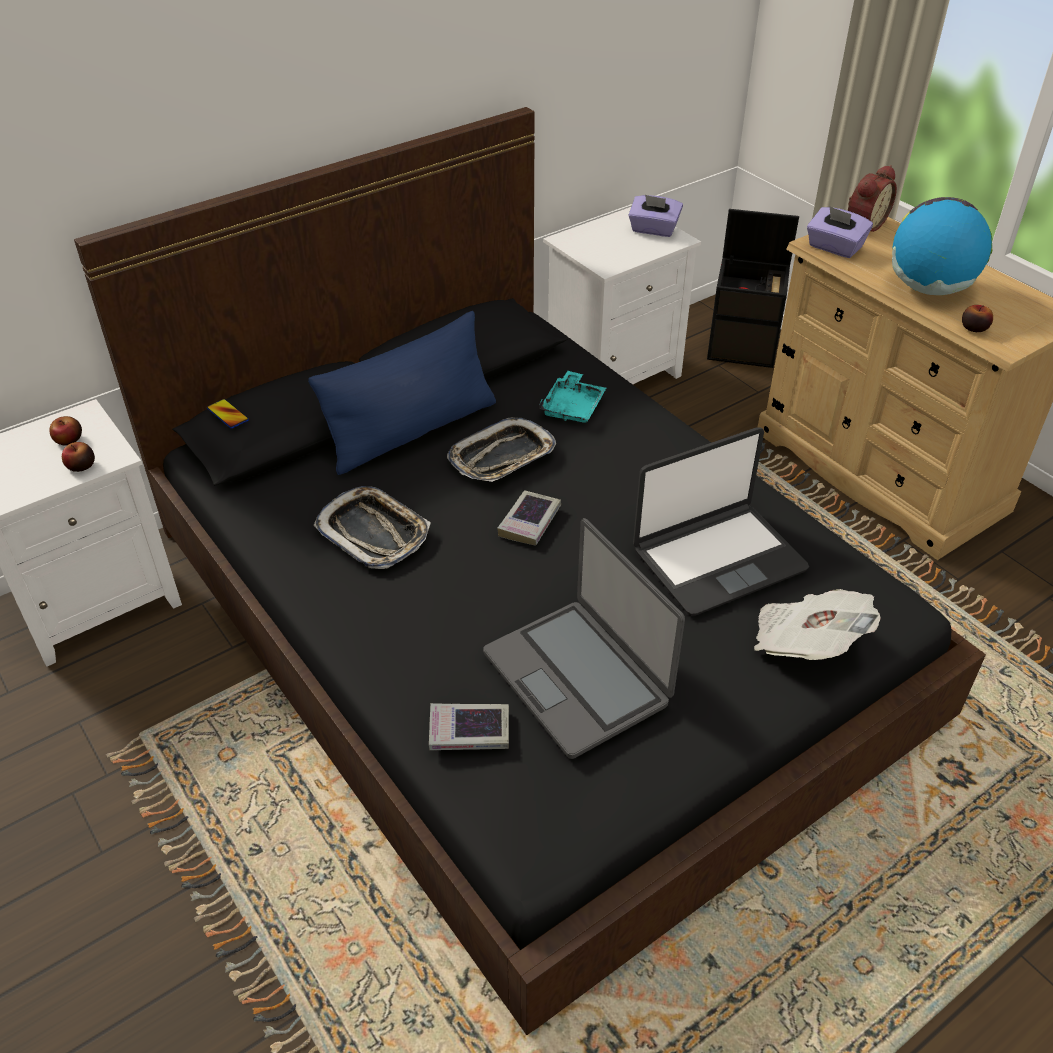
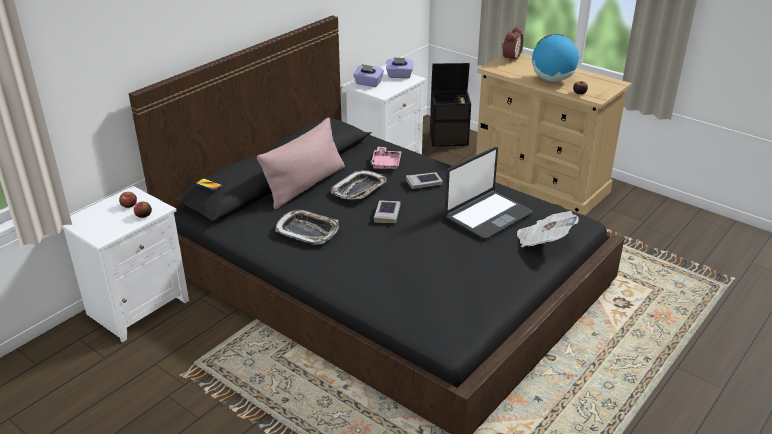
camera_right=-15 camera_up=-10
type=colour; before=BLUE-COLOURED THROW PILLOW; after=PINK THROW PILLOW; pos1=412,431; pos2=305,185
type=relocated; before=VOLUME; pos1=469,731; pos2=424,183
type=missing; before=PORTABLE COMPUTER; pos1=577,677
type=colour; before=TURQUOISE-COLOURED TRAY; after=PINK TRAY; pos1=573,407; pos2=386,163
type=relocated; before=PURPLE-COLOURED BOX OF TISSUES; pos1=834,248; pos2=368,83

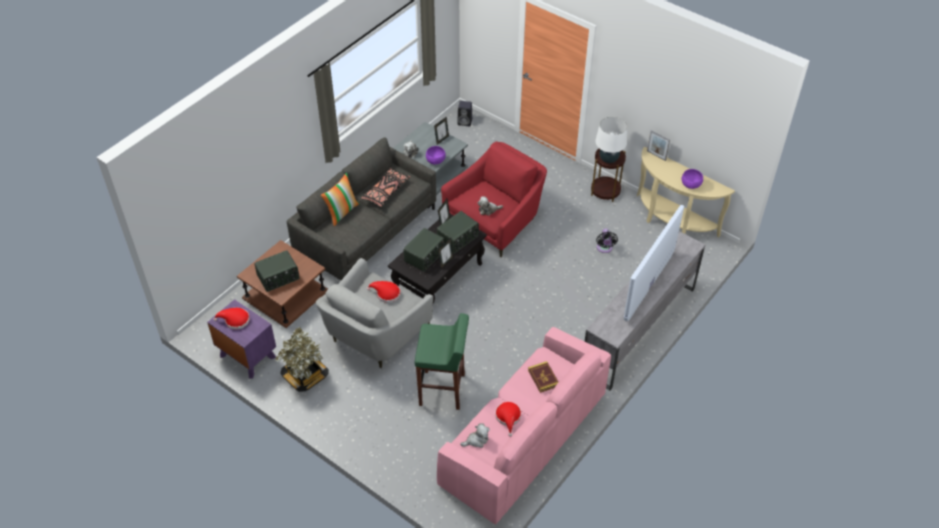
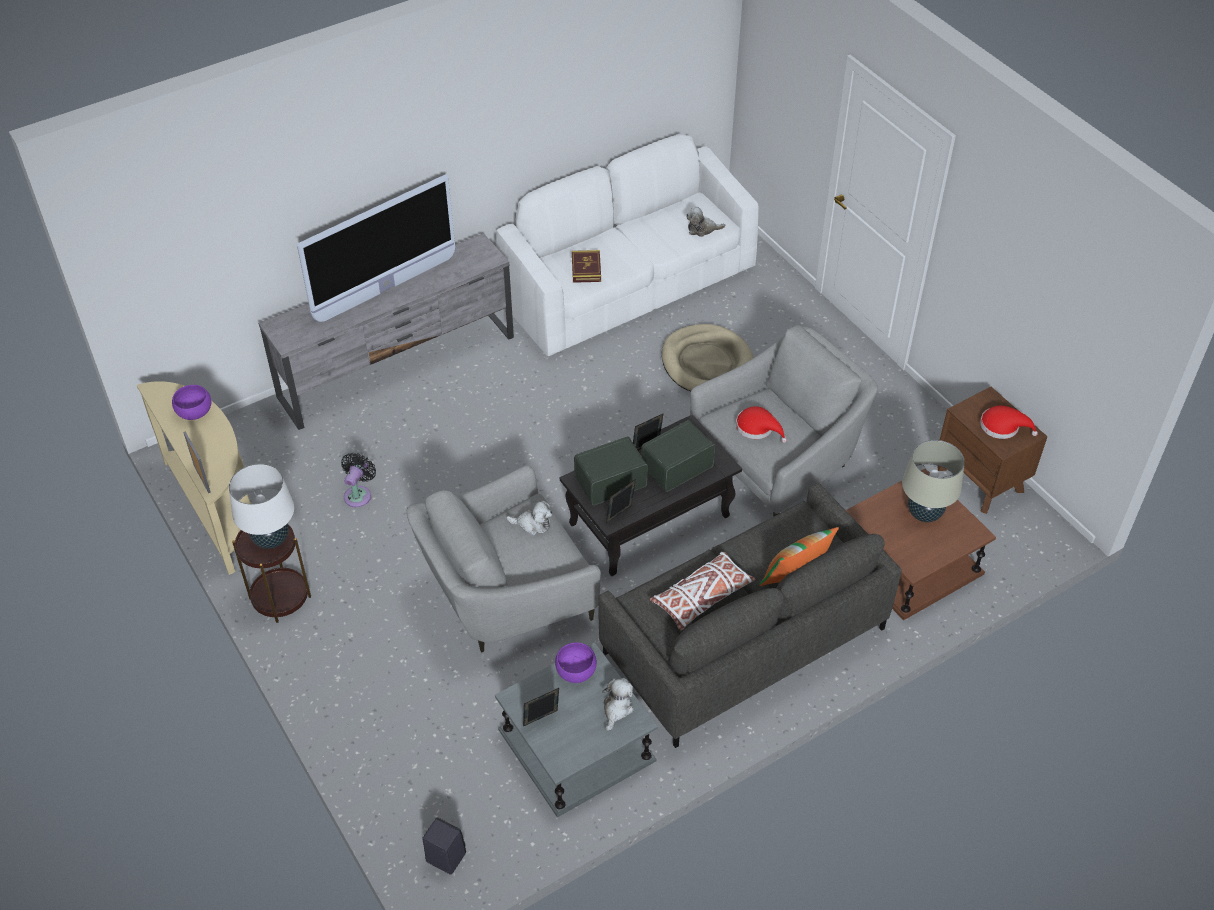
camera_right=-160 camera_up=0
type=colour; before=PURPLE-COLOURED NIGHT TABLE; after=BROWN NIGHT TABLE; pos1=247,356; pos2=981,479
type=exchanged; before=RADIO RECEIVER; after=BEIGE-COLOURED TABLETOP LAMP; pos1=278,278; pos2=924,513
type=missing; before=PLANT IN A POT; pos1=305,376
type=colour; before=BLACK THROW PILLOW; after=WHITISH THROW PILLOW; pos1=386,192; pos2=702,596
type=exchanged; before=GREENISH STOOL SEAT; after=BEIGE-COLOURED PET BED; pos1=443,390; pos2=707,363
type=colour; before=PINK COUCH; after=WHITISH COUCH; pos1=523,439; pos2=629,287
type=colour; before=REDDISH ARMCHAIR; after=GRAY ARMCHAIR; pos1=495,221; pos2=506,595
type=missing; before=REDDISH CLOTHING HAT; pos1=508,417

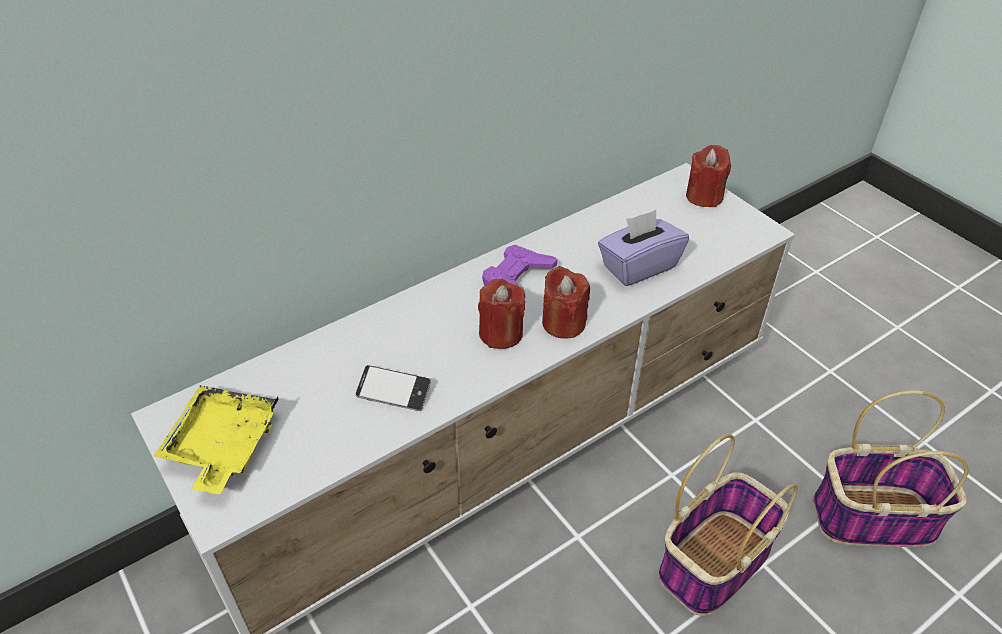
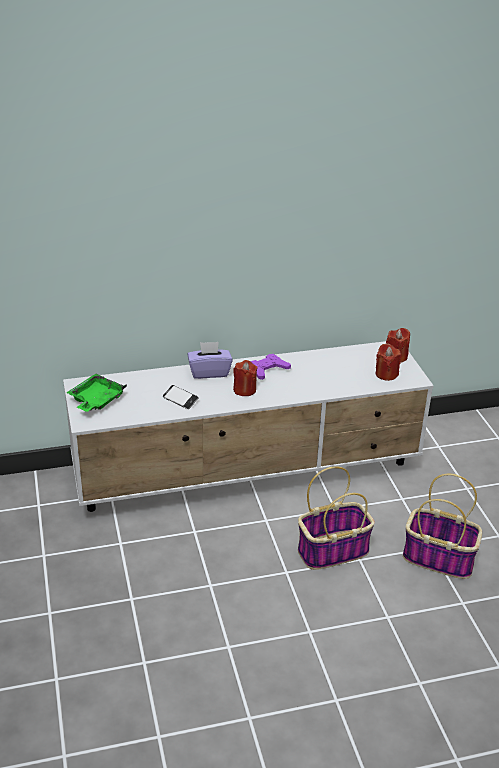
camera_right=20 camera_up=-10
type=colour; before=YELLOW-COLOURED TRAY; after=GREENISH TRAY; pos1=222,446; pos2=96,400
type=relocated; before=REDDISH WAX CANDLE; pos1=563,323; pos2=386,374
type=relocated; before=PURPLE-COLOURED BOX OF TISSUES; pos1=638,266; pos2=209,372

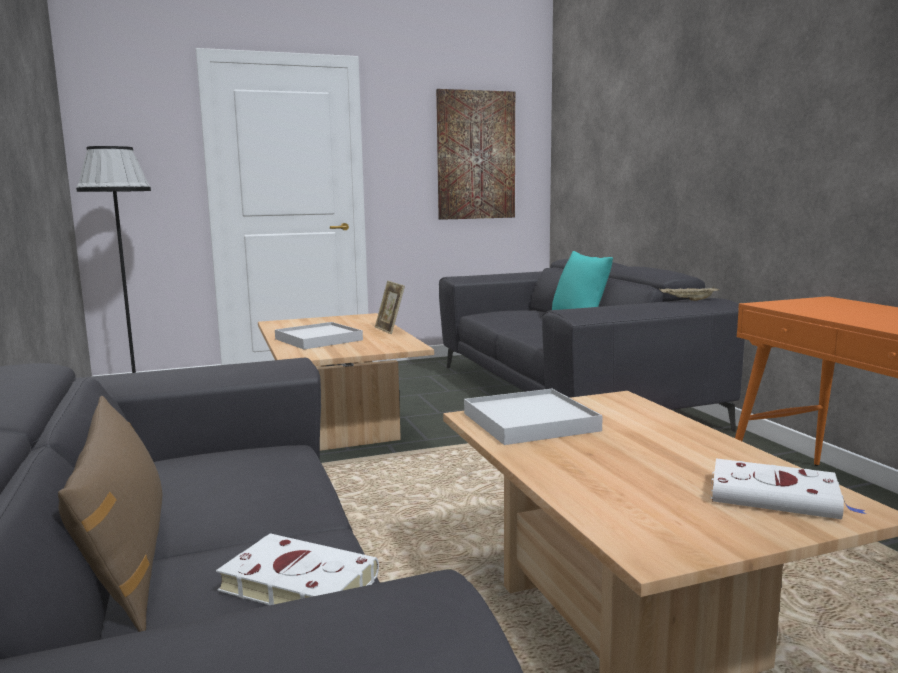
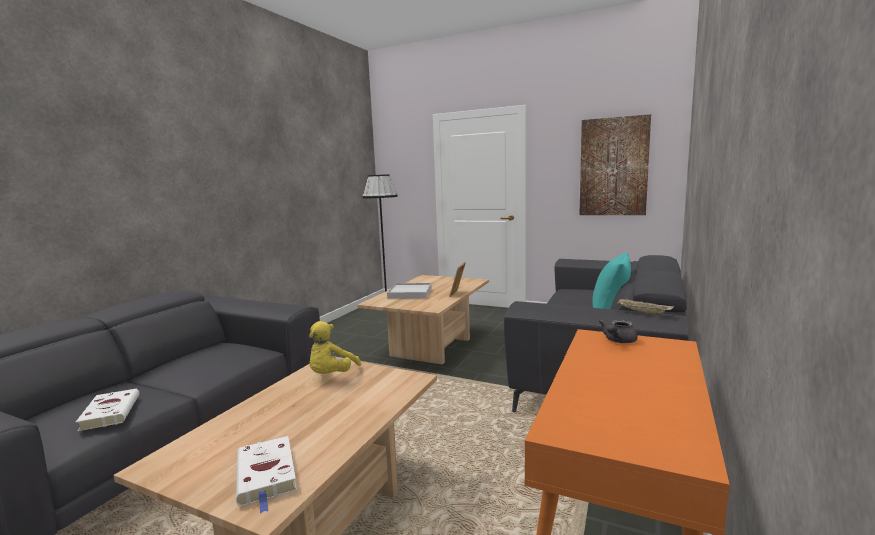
camera_right=45 camera_up=0
type=missing; before=BROWN THROW PILLOW; pos1=125,558
type=exchanged; before=WHITISH TRAY; after=YELLOW-COLOURED SOFT TOY; pos1=530,422; pos2=331,376
type=appeared; after=GRAY TEA POT; pos2=618,341

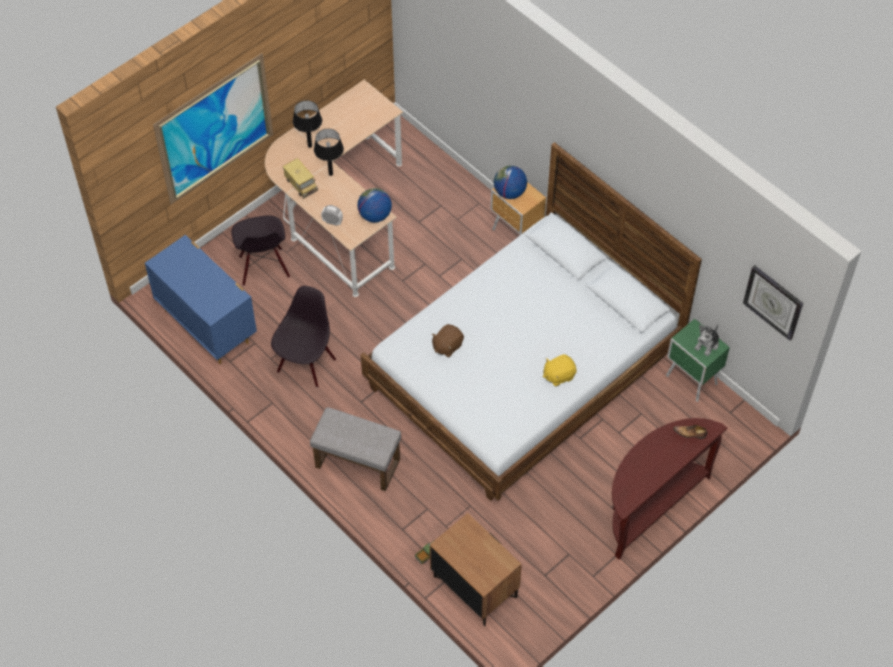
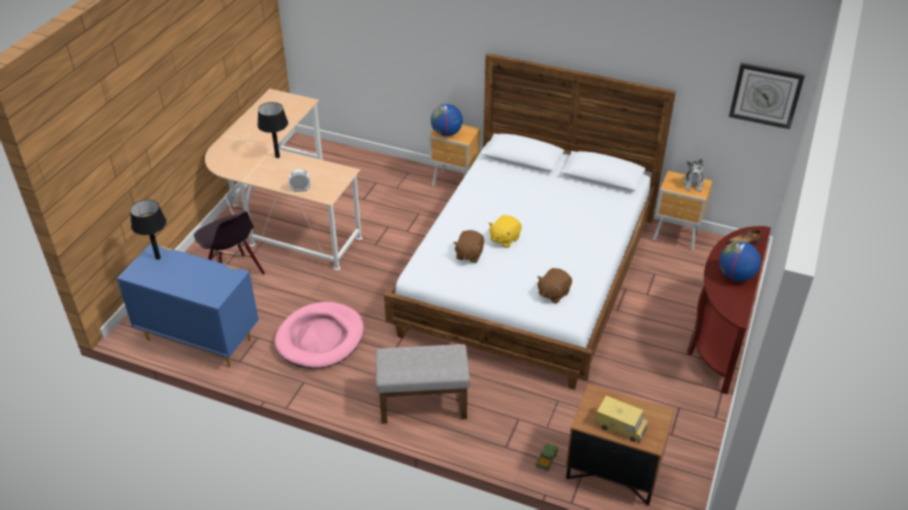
camera_right=-25 camera_up=-15
type=missing; before=WALL ART; pos1=215,129
type=exchanged; before=BLACK UPRIGHT CHAIR; after=PINK PET BED; pos1=306,364; pos2=320,338
type=relocated; before=TOY TRUCK; pos1=301,183; pos2=621,426
type=relocated; before=BLACK TABLETOP LAMP; pos1=310,146; pos2=158,257
type=relocated; before=DESK GLOBE; pos1=375,215; pos2=735,276
type=relocated; before=YELLOW-COLOURED SOFT TOY; pos1=558,375; pos2=504,239
type=colour; before=GREENISH NIGHT TABLE; after=BROWN NIGHT TABLE; pos1=692,381; pos2=677,237
type=appeared; after=BROWN SOFT TOY; pos2=553,293

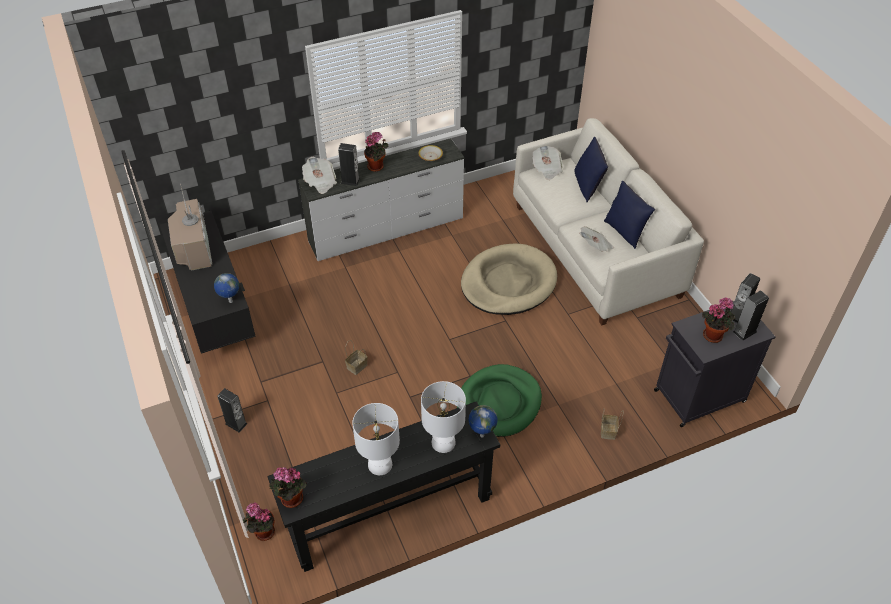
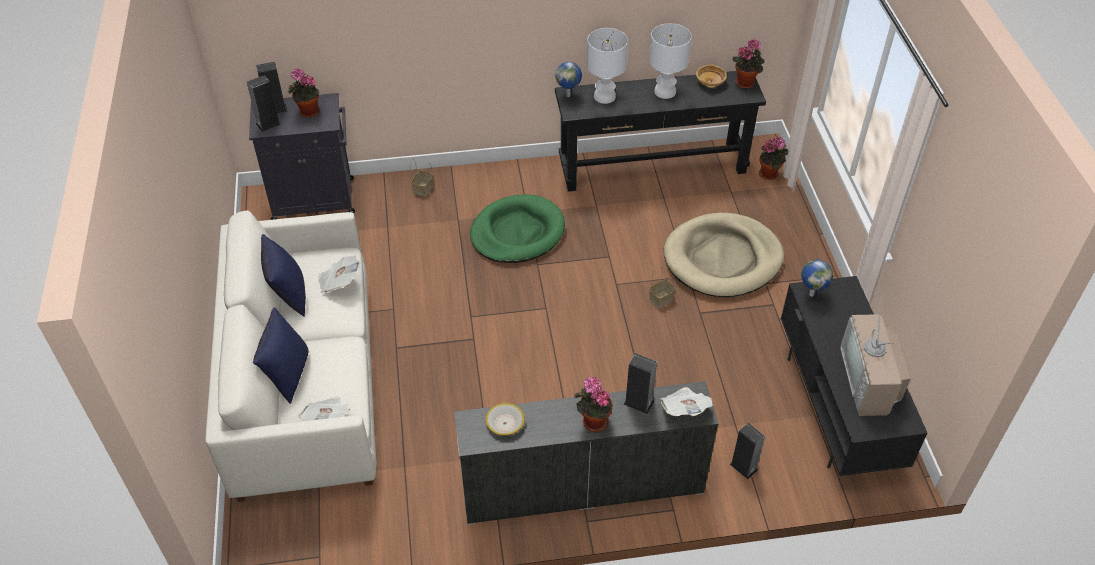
camera_right=-165 camera_up=0
type=relocated; before=AUDIO SPEAKER; pos1=236,423; pos2=743,467
type=relocated; before=BEIGE-COLOURED PET BED; pos1=508,283; pos2=722,259
type=appeared; after=BEIGE-COLOURED SERVING BOWL; pos2=710,82

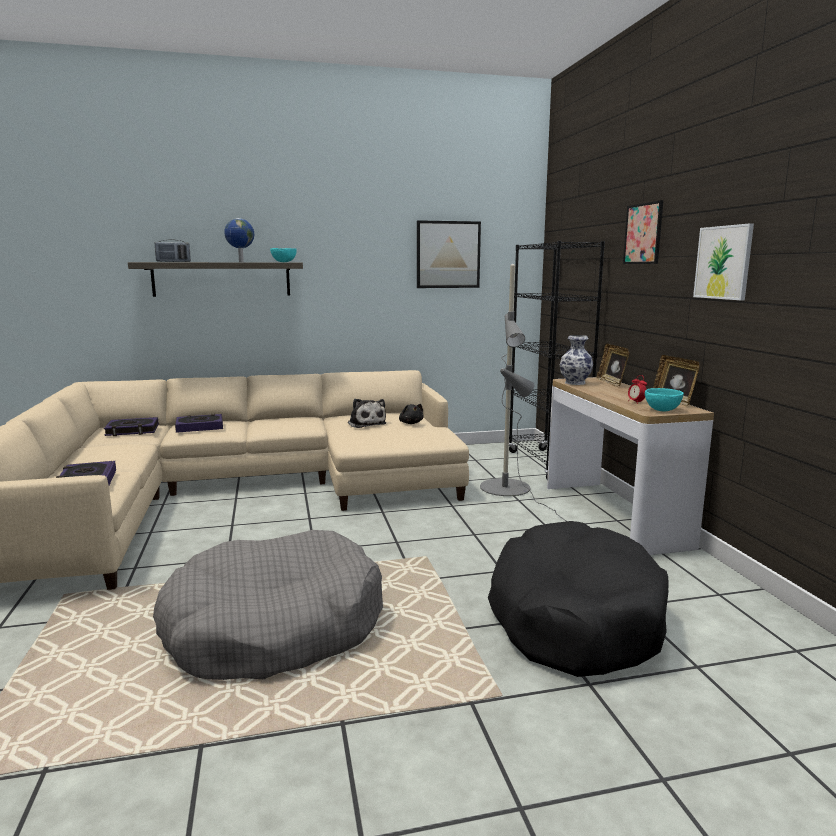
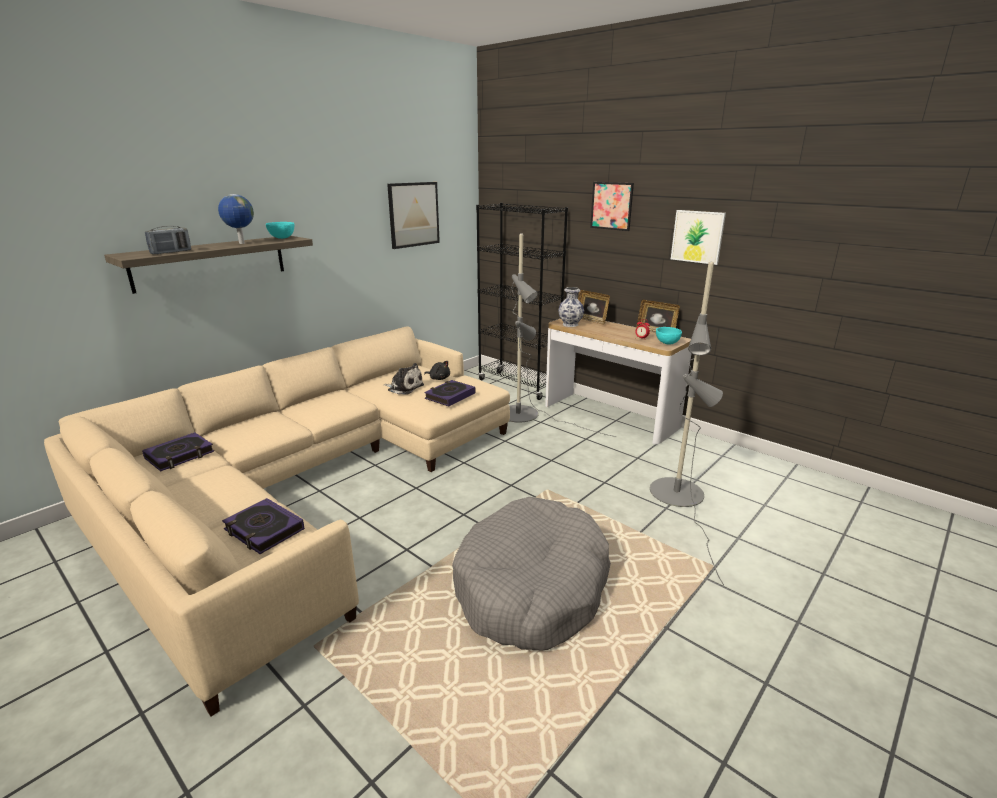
camera_right=-35 camera_up=10
type=relocated; before=VOLUME; pos1=200,427; pos2=450,396
type=exchanged; before=BLACK PET BED; after=GRAY STANDING LAMP; pos1=574,617; pos2=680,499

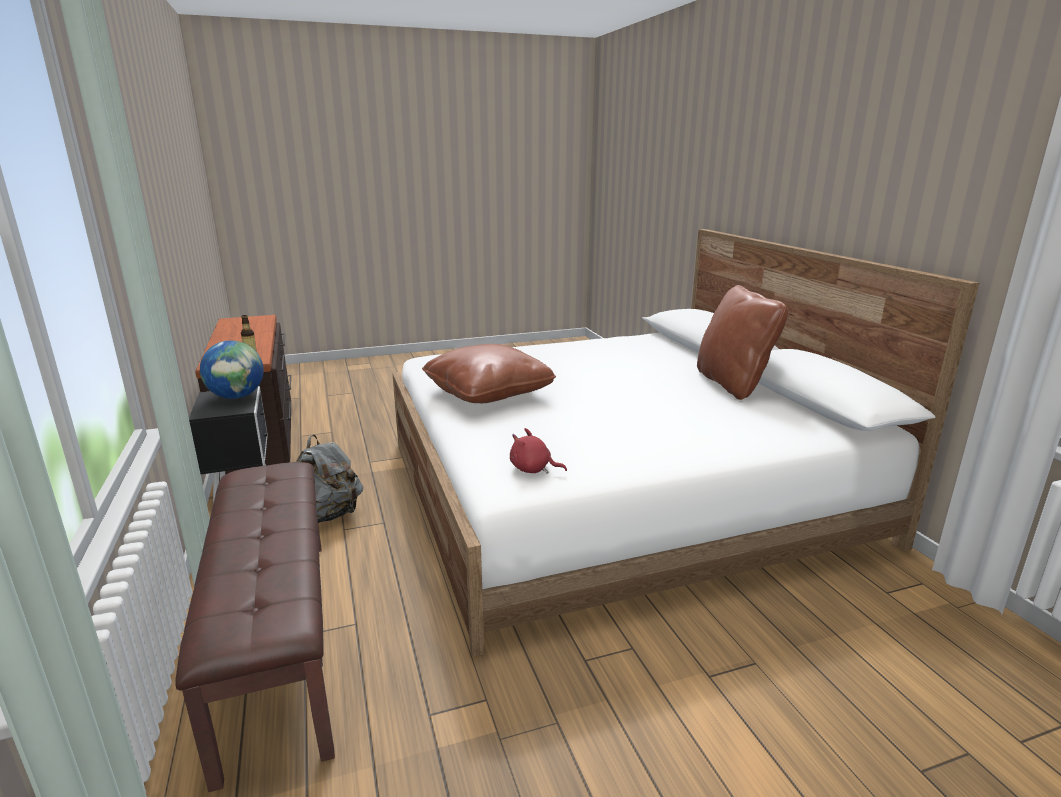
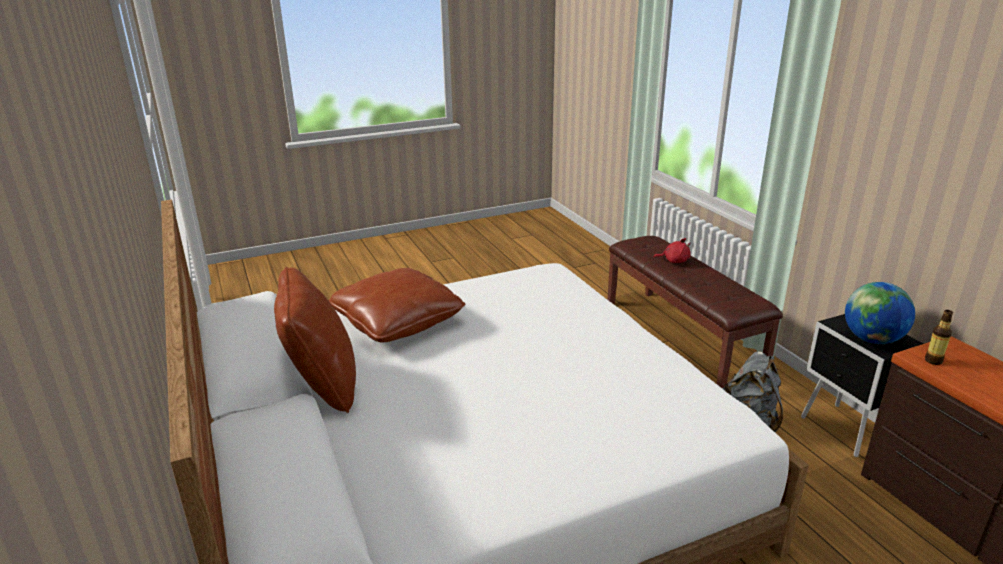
camera_right=175 camera_up=5
type=relocated; before=BROWN THROW PILLOW; pos1=488,393; pos2=398,322
type=relocated; before=REDDISH SOFT TOY; pos1=533,469; pos2=674,261

